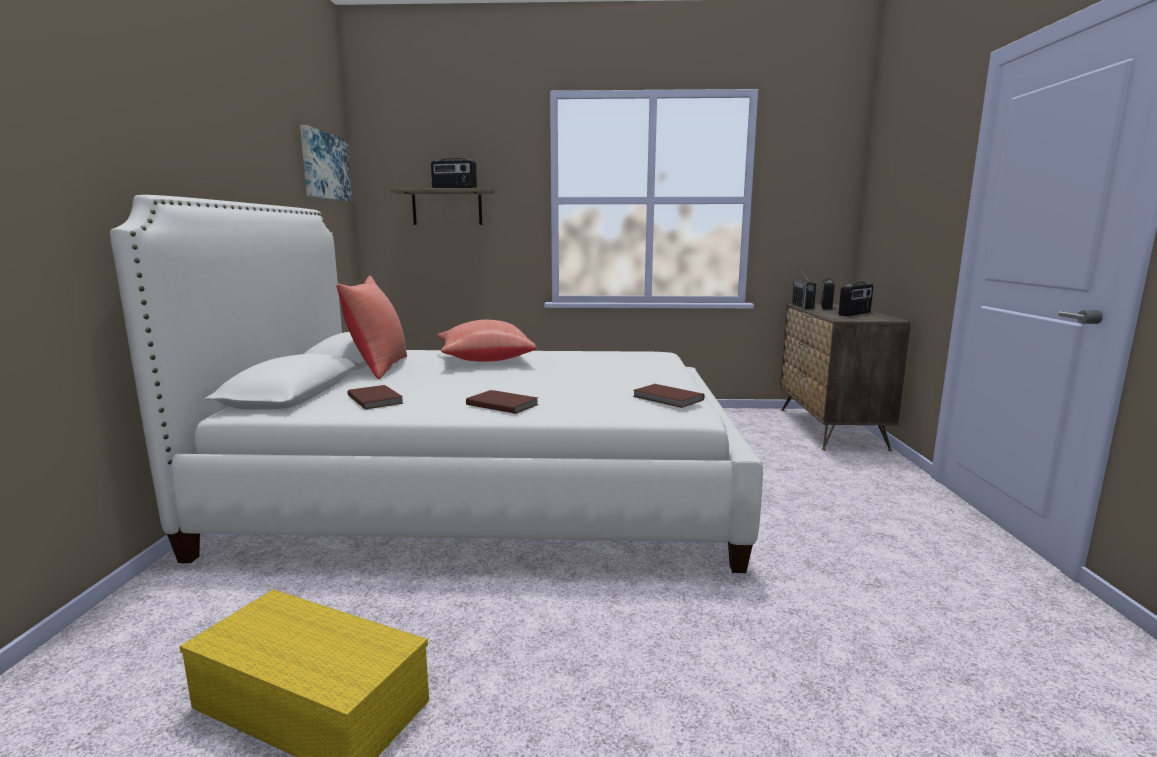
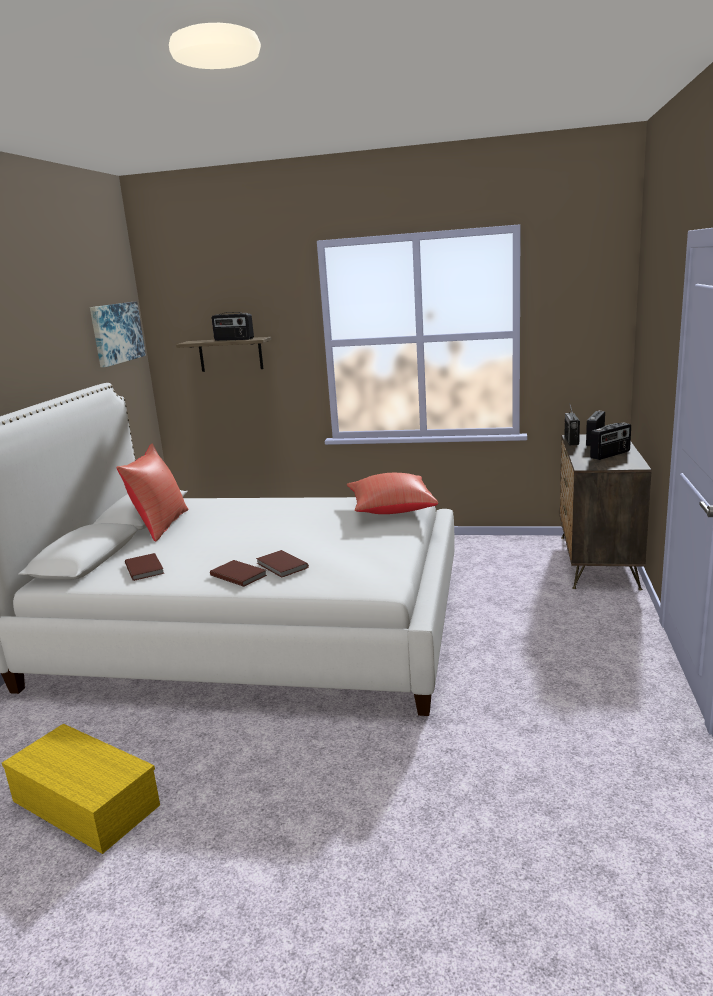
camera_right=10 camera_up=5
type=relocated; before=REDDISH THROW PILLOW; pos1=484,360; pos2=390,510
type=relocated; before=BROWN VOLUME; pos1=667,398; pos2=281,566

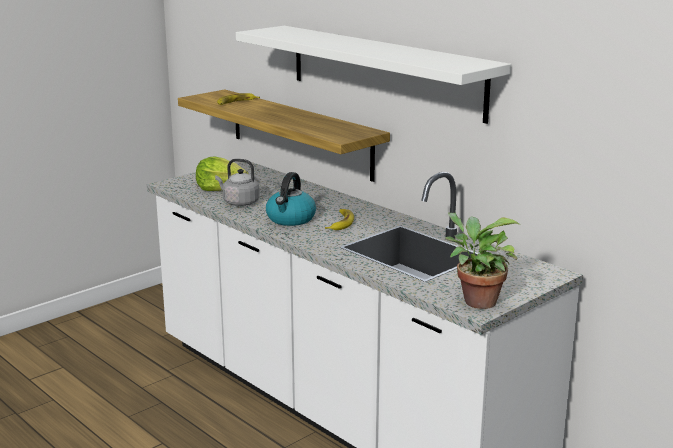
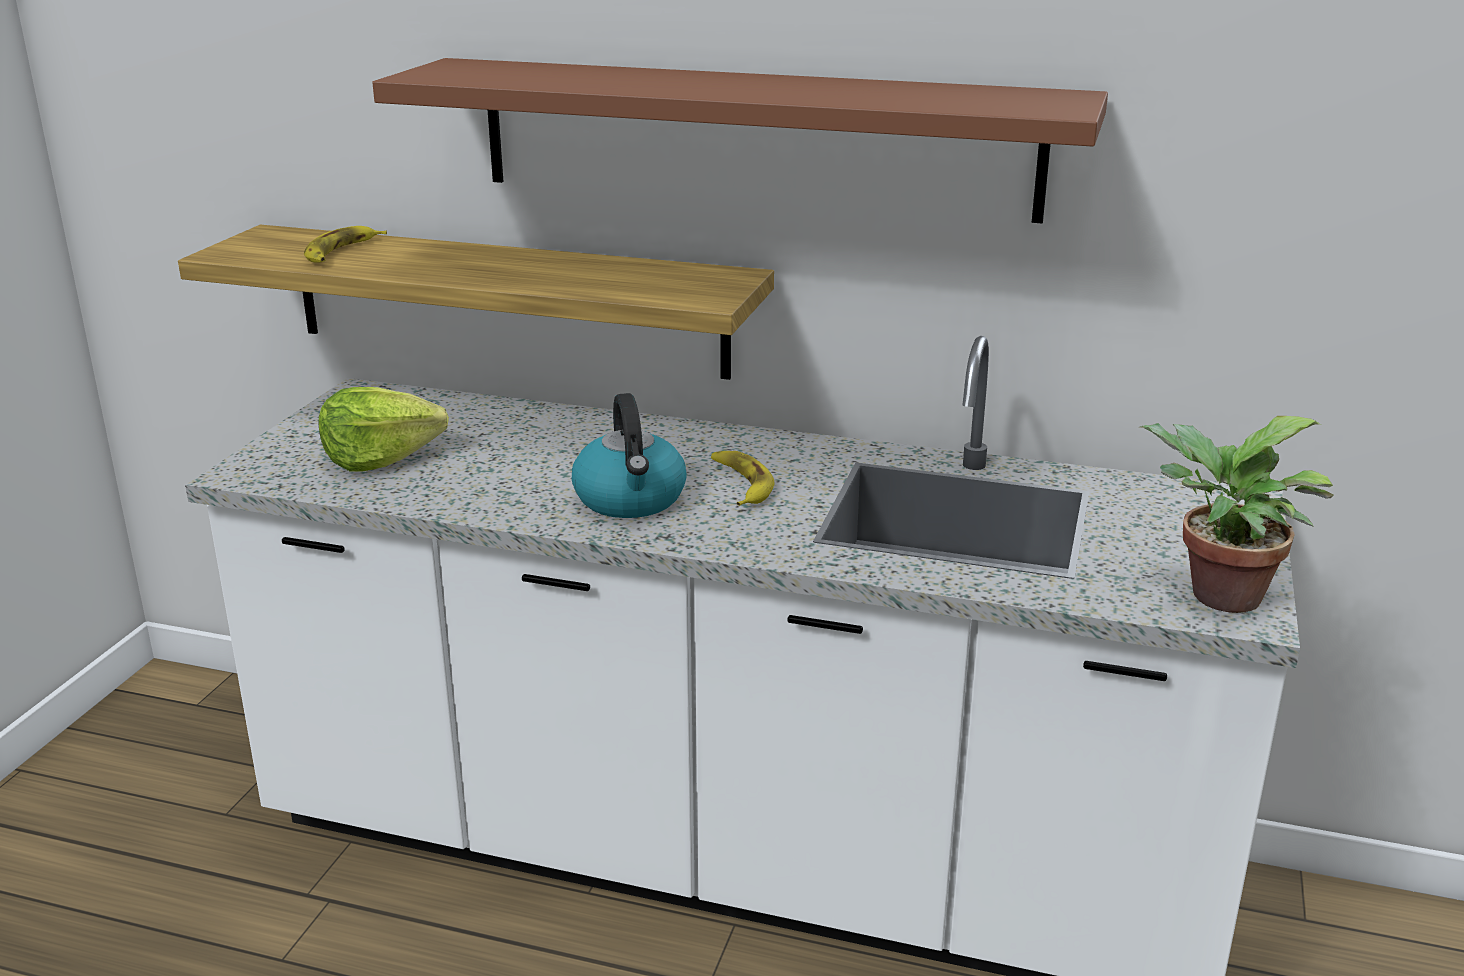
camera_right=-30 camera_up=5
type=missing; before=GRAY TEA KETTLE; pos1=239,202
type=colour; before=WHITISH SHELF; after=BROWN SHELF; pos1=384,71; pos2=754,138

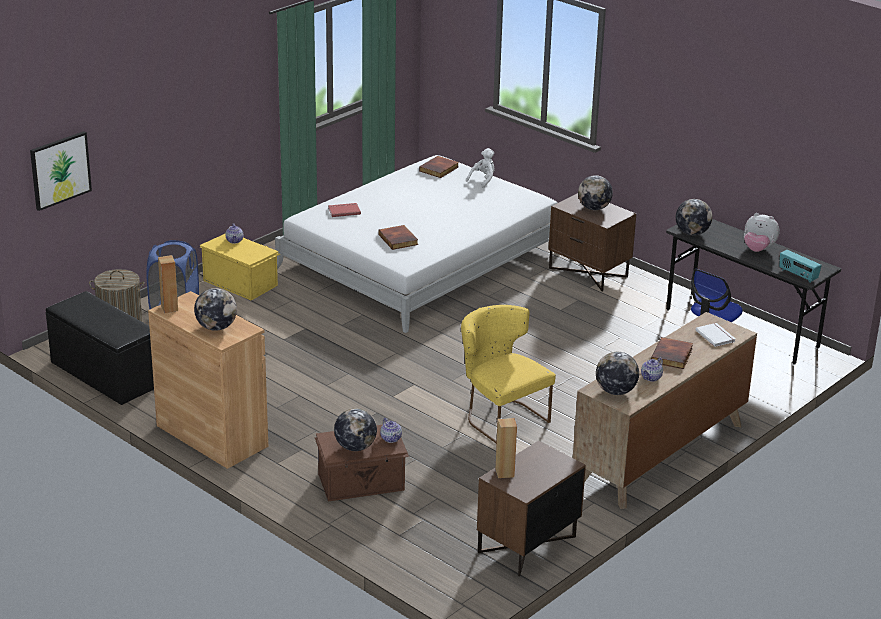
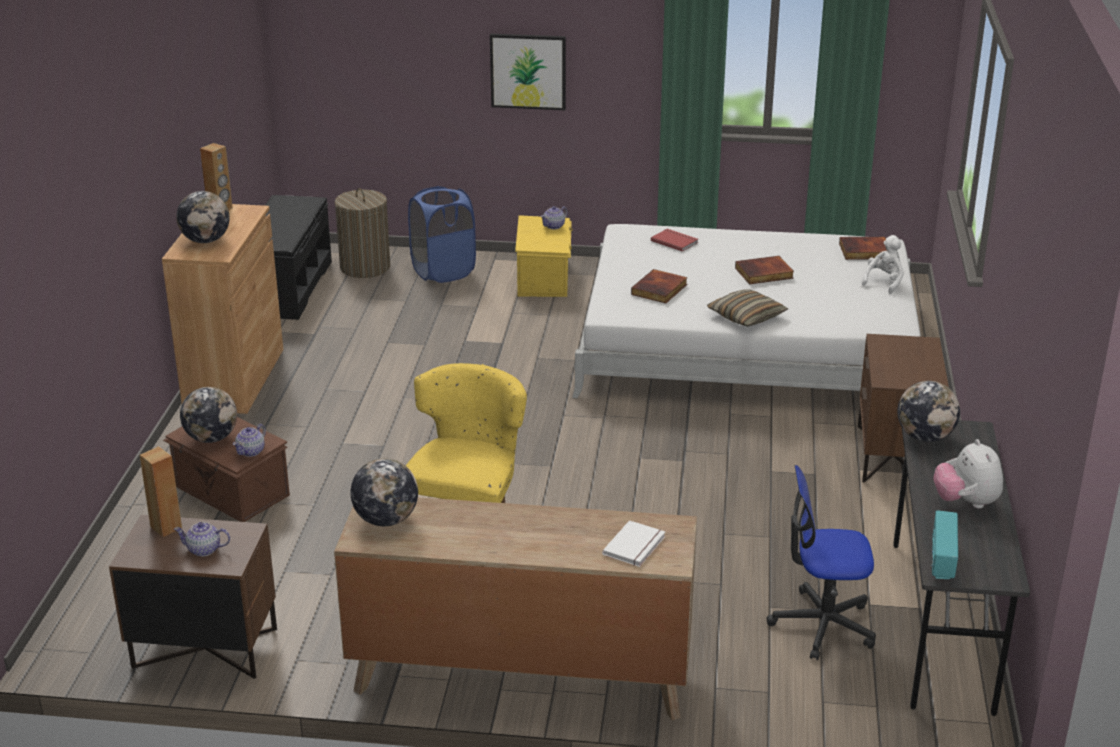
camera_right=55 camera_up=0
type=relocated; before=WALL ART; pos1=60,170; pos2=528,71
type=spun; before=WHITISH SOFT TOY; pos1=483,180; pos2=884,282; turn=-60
type=missing; before=DESK GLOBE; pos1=594,208
type=relocated; before=TEA POT; pos1=651,377; pos2=204,550
type=relocated; before=VOLUME; pos1=672,356; pos2=764,273
type=appeared; after=THROW PILLOW; pos2=746,316

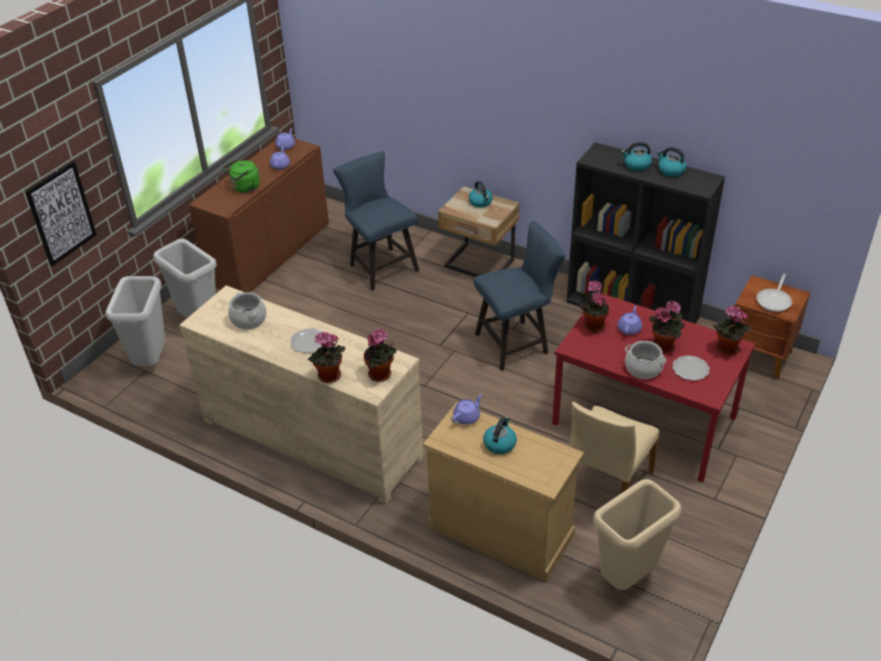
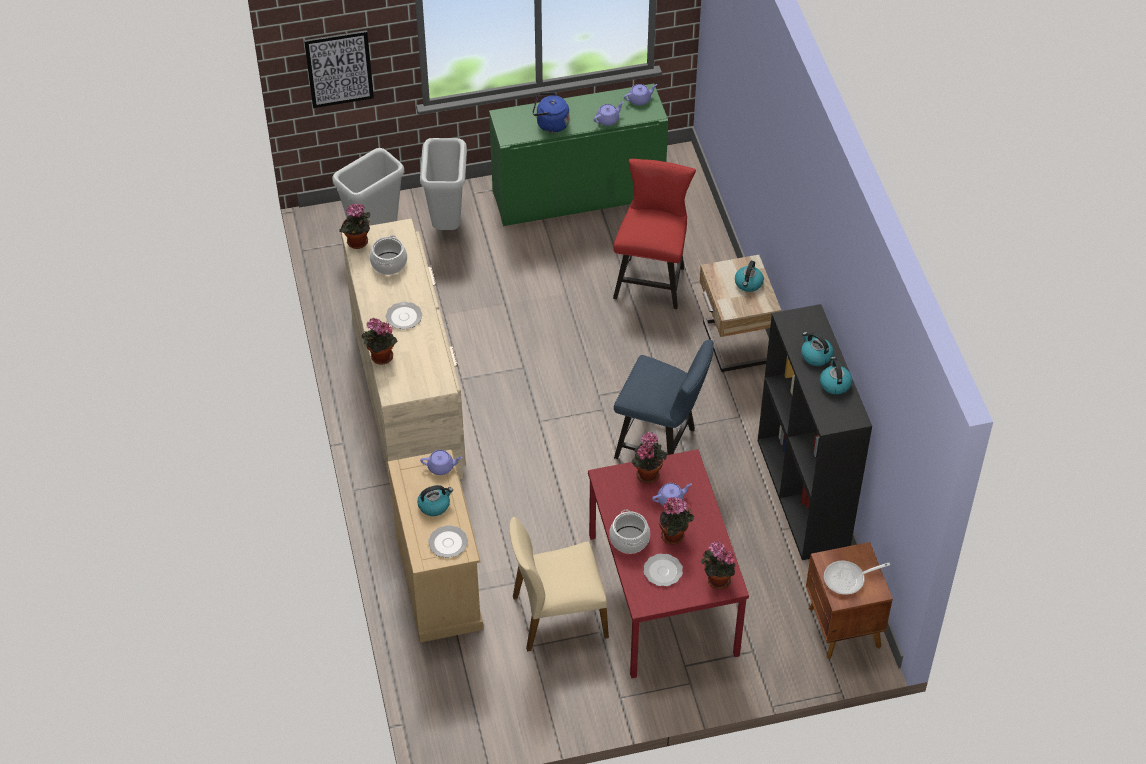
camera_right=45 camera_up=10
type=colour; before=BROWN CABINET; after=GREENISH CABINET; pos1=269,254; pos2=578,195
type=colour; before=GREENISH TEA KETTLE; after=BLUE-COLOURED TEA KETTLE; pos1=244,188; pos2=550,124
type=colour; before=BLUE-COLOURED UPRIGHT CHAIR; after=REDDISH UPRIGHT CHAIR; pos1=380,266; pos2=651,278
type=relocated; before=PLANT IN A POT; pos1=381,375; pos2=358,243
type=missing; before=BEIGE-COLOURED RUBBISH BIN; pos1=627,580
type=appeared; after=DINNER PLATE; pos2=447,542

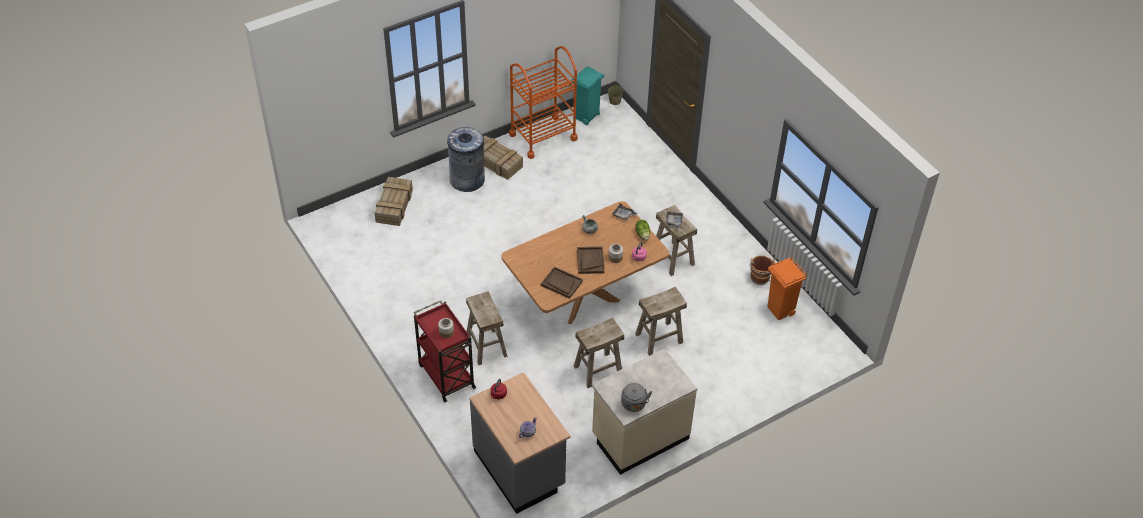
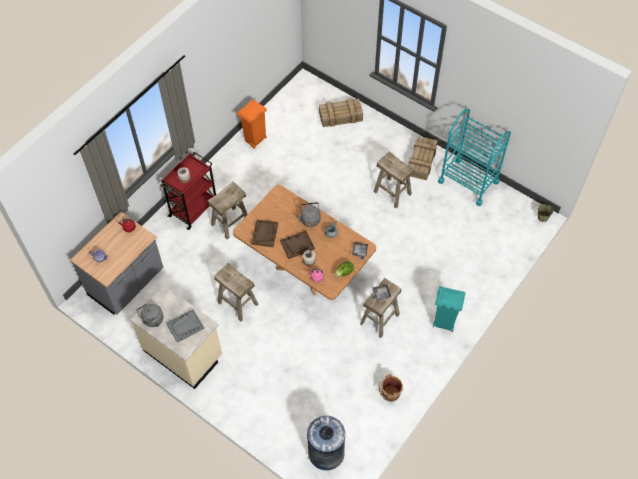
camera_right=70 camera_up=10
type=relocated; before=GRAY RUBBISH BIN; pos1=467,180; pos2=326,453
type=colour; before=ORANGE-COLOURED WHEELED CART; after=TURQUOISE-COLOURED WHEELED CART; pos1=543,137; pos2=468,181
type=relocated; before=TURQUOISE-COLOURED RUBBISH BIN; pos1=586,117; pos2=443,323
type=relocated; before=BEIGE-COLOURED STOOL SEAT; pos1=659,338; pos2=392,193
type=relocated; before=ORANGE-COLOURED RUBBISH BIN; pos1=780,311; pos2=255,140
type=appeared; after=GRAY TRAY; pos2=185,326
type=appeared; after=GRAY TEA KETTLE; pos2=310,219

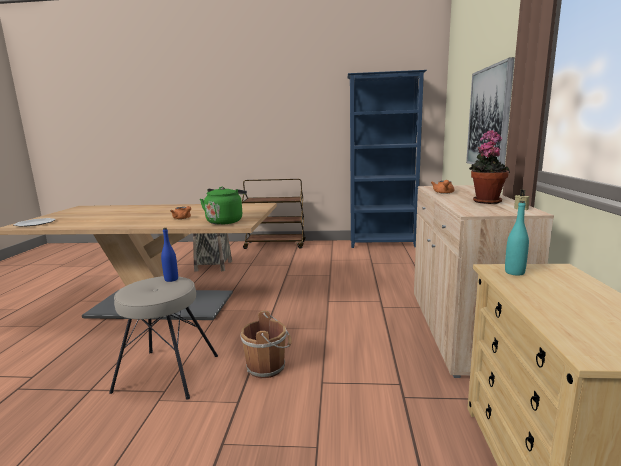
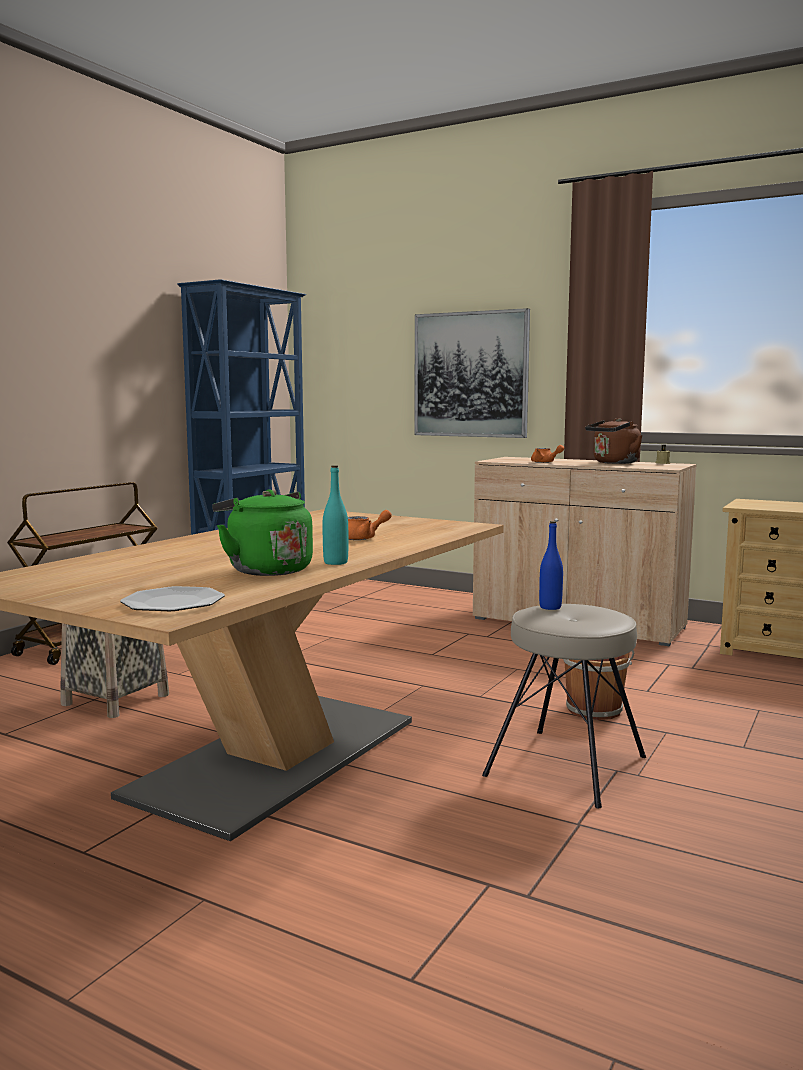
camera_right=-65 camera_up=-5
type=relocated; before=GREENISH TEA KETTLE; pos1=225,221; pos2=266,570
type=exchanged; before=PLANT IN A POT; after=BROWN TEA KETTLE; pos1=486,201; pos2=614,463
type=relocated; before=TURQUOISE-COLOURED BEVERAGE BOTTLE; pos1=514,272; pos2=335,562

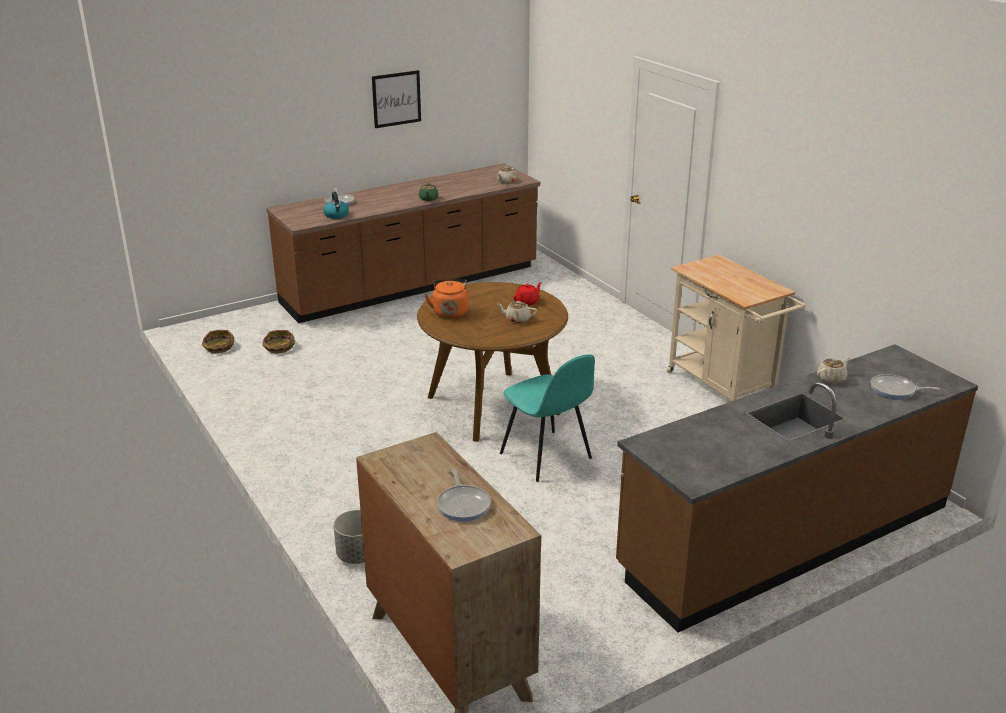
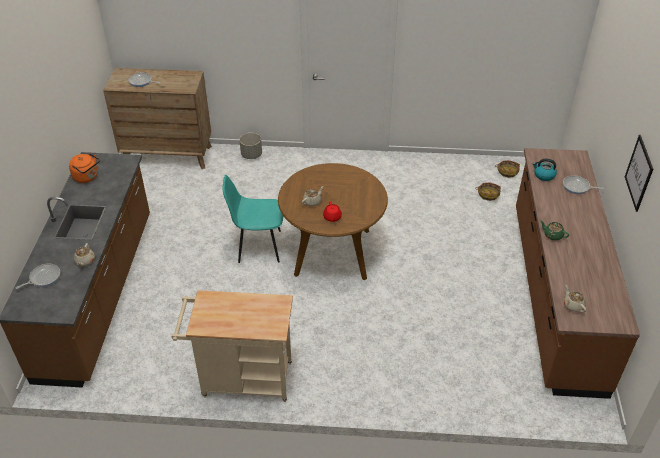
camera_right=125 camera_up=15
type=relocated; before=ORANGE-COLOURED TEA KETTLE; pos1=450,312; pos2=87,177

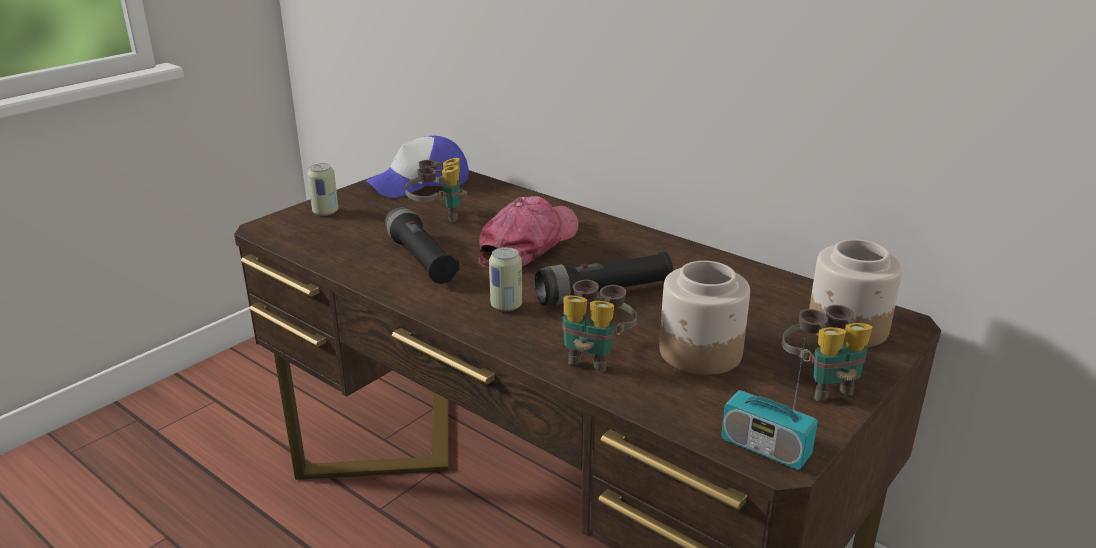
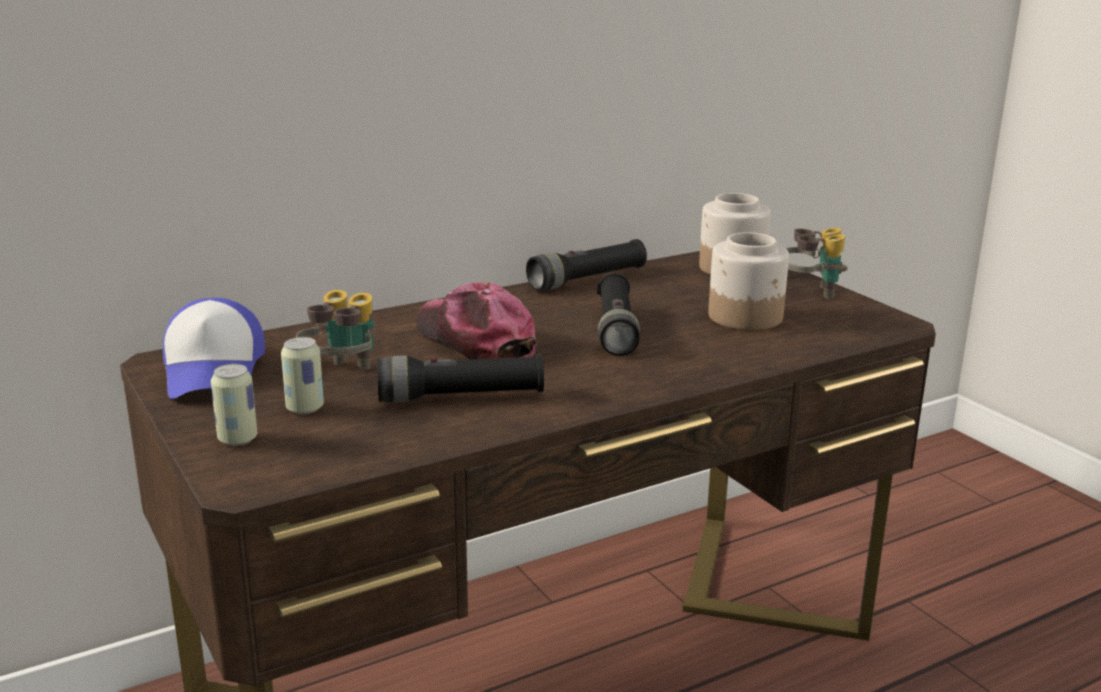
camera_right=-70 camera_up=-5
type=relocated; before=METAL CAN; pos1=506,305; pos2=305,408
type=missing; before=BINOCULARS; pos1=594,355
type=missing; before=RADIO RECEIVER; pos1=765,448
type=appeared; after=BLACK TORCH; pos2=587,280

